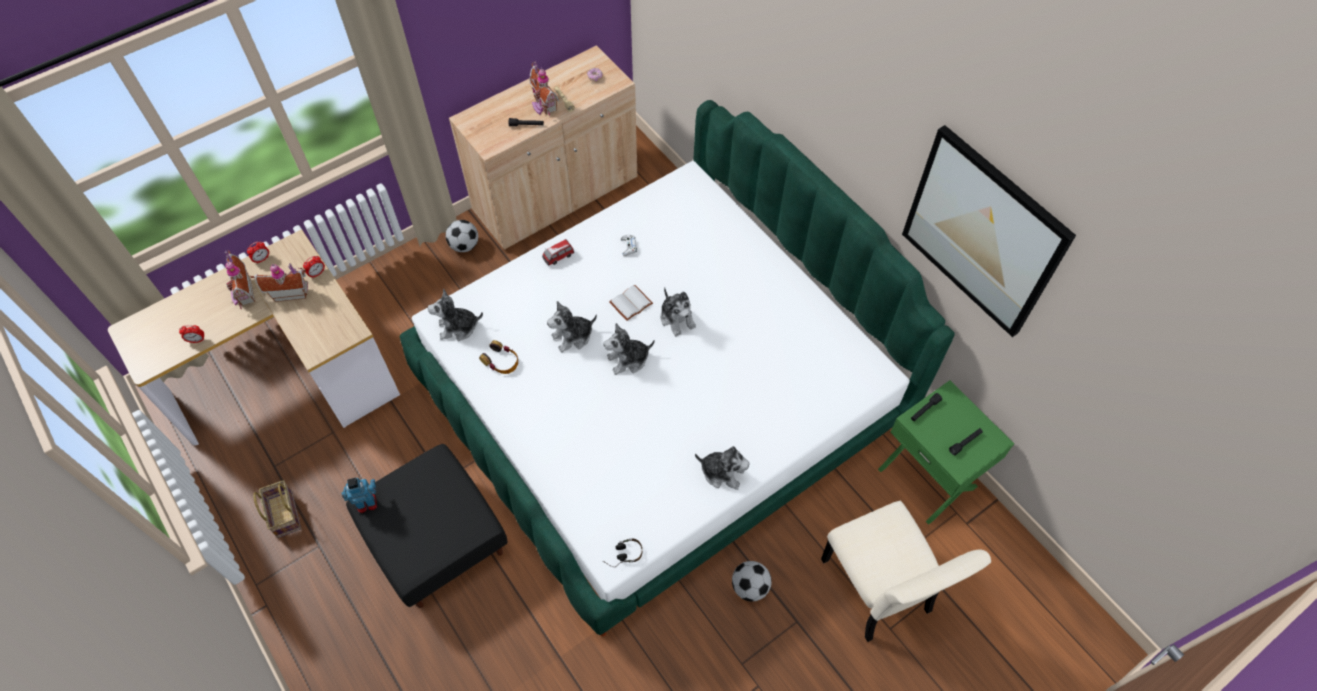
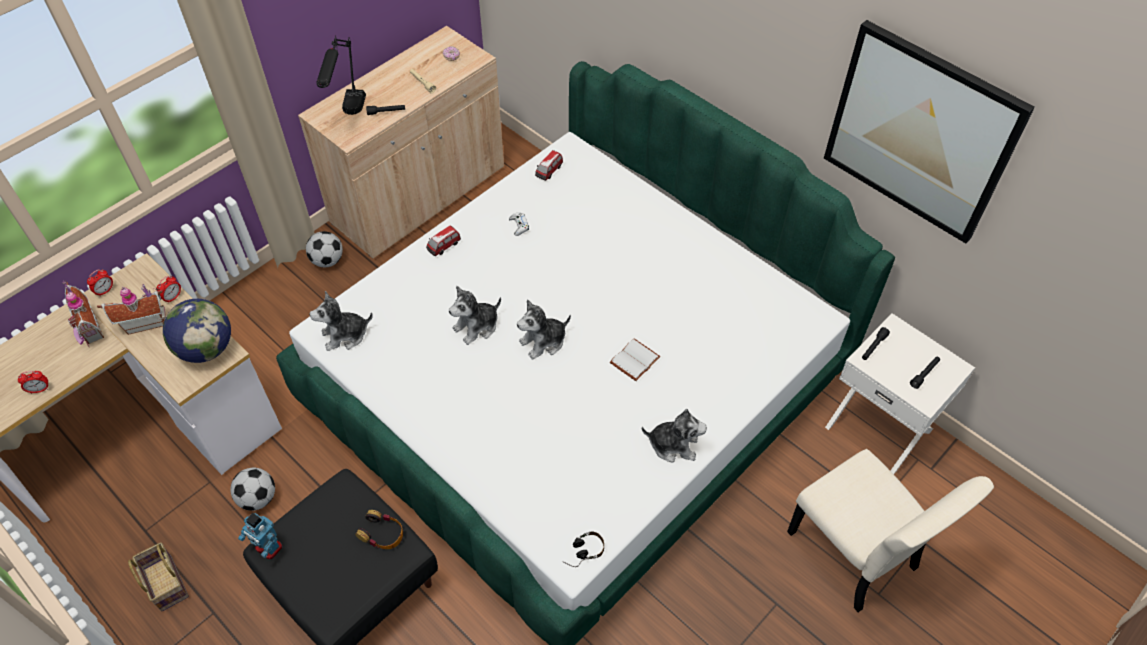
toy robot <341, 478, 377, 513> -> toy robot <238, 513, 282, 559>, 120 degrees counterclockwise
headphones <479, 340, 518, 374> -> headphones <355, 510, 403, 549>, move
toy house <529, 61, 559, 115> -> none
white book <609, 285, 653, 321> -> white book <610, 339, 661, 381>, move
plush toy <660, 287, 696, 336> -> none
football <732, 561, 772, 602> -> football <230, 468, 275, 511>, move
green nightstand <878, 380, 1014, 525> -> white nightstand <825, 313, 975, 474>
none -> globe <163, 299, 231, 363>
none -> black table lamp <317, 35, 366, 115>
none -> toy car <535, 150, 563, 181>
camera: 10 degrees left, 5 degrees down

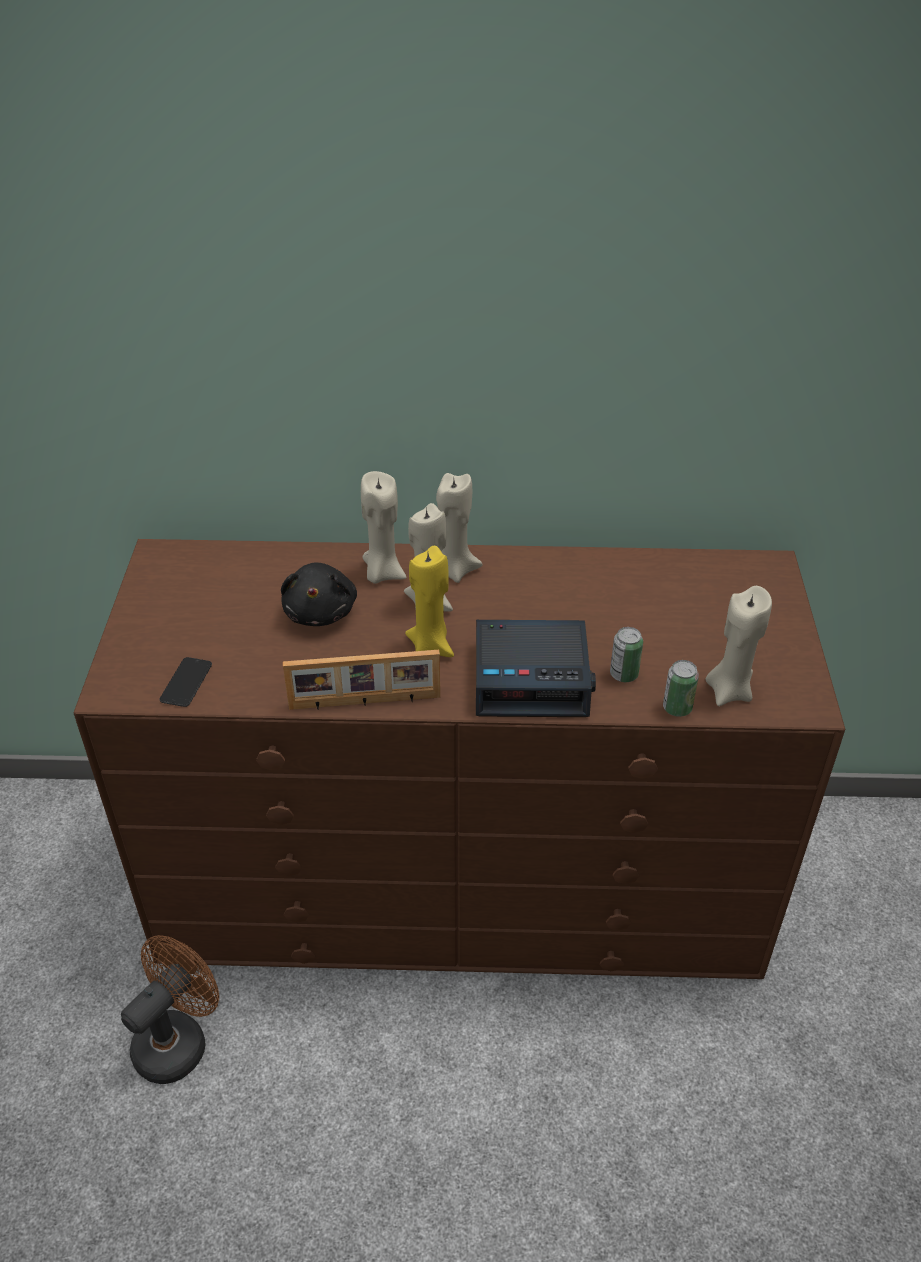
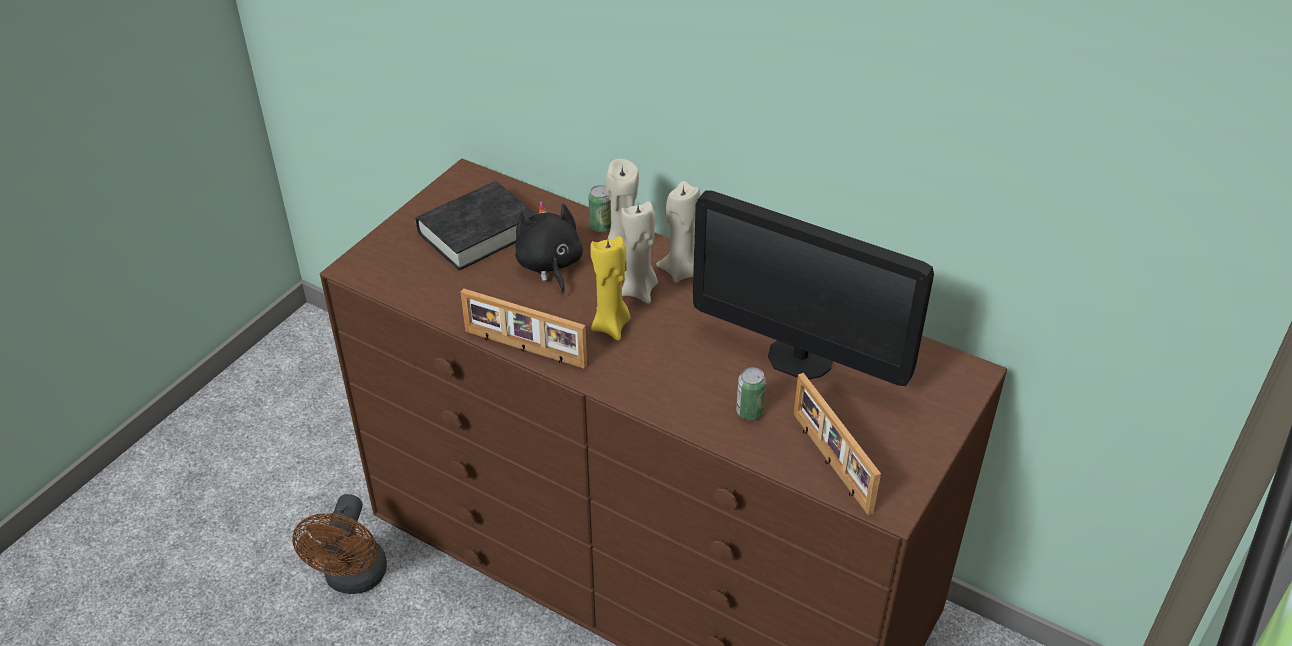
brown fan <121, 935, 219, 1084> -> brown fan <292, 494, 387, 594>, 120 degrees clockwise
phone <160, 657, 212, 707> -> none
black plush toy <281, 563, 357, 626> -> black plush toy <515, 201, 583, 294>, 135 degrees clockwise
alarm clock <476, 620, 596, 717> -> none
can <663, 660, 699, 717> -> can <588, 185, 611, 232>, move
beige candle <706, 586, 772, 706> -> picture frame <794, 373, 881, 516>
none -> black book <416, 181, 536, 270>
none -> monitor <693, 190, 934, 386>
camera: 30 degrees right, 0 degrees up

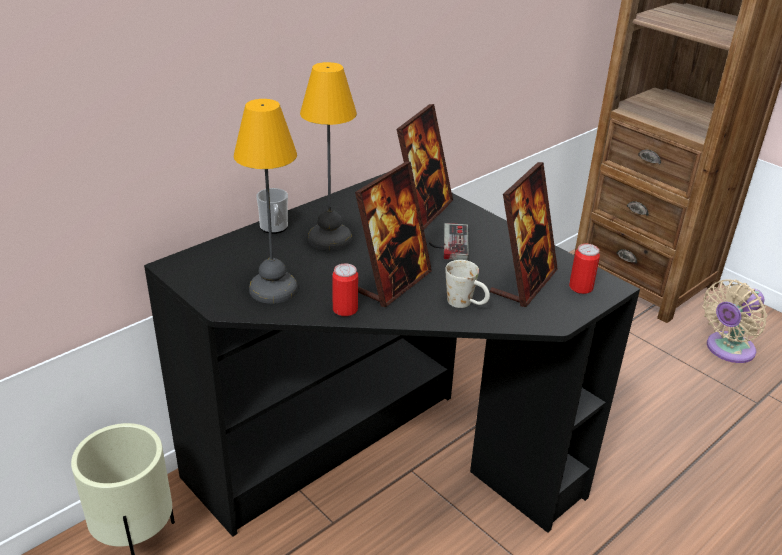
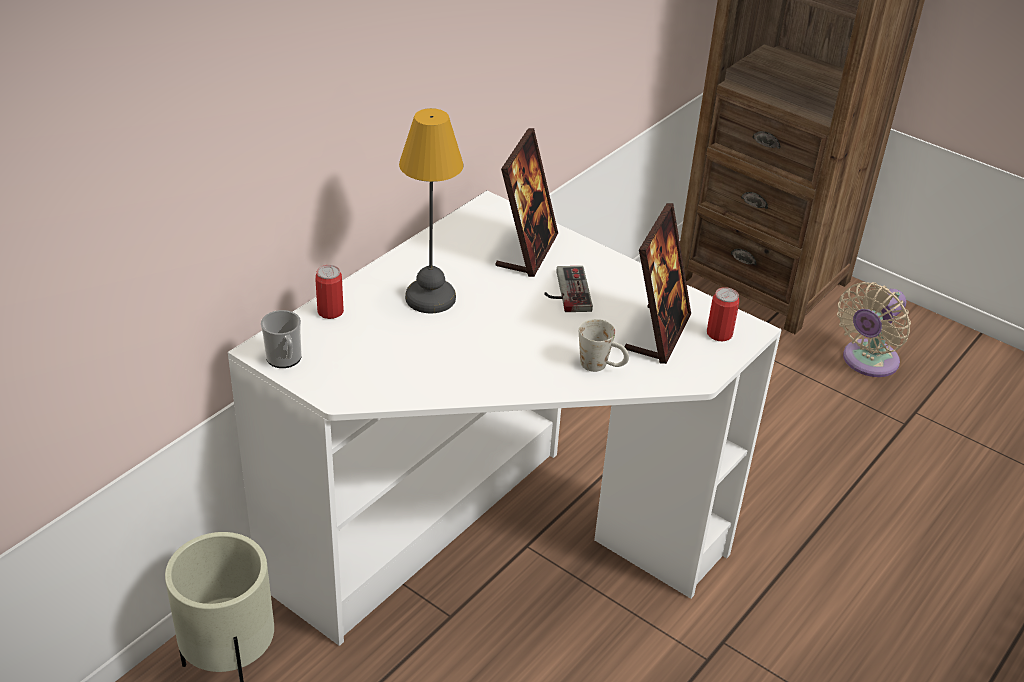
black desk <144, 172, 640, 537> -> white desk <228, 191, 782, 646>
table lamp <234, 99, 298, 304> -> none
mug <256, 188, 288, 234> -> mug <261, 310, 302, 368>, move
can <332, 264, 358, 316> -> can <315, 265, 344, 319>, move
picture frame <355, 162, 432, 307> -> none
camera: 10 degrees left, 5 degrees up

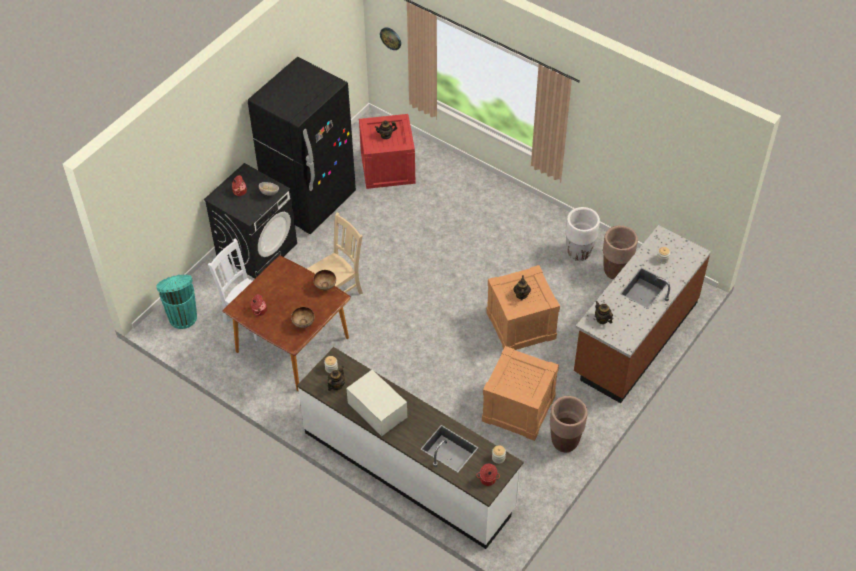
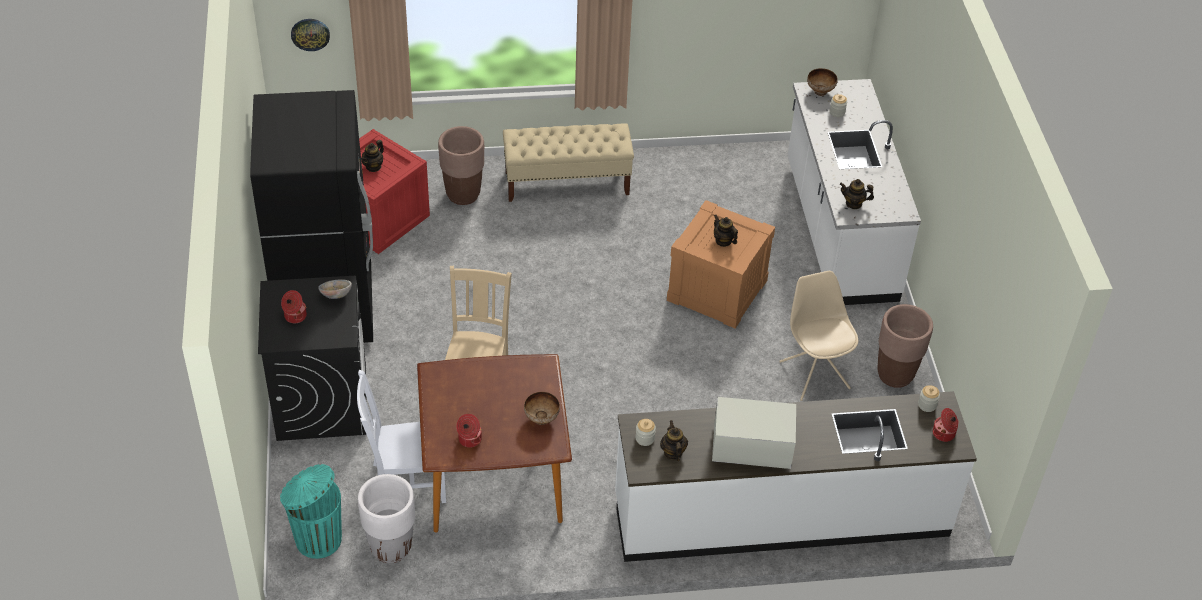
bowl <313, 270, 336, 291> -> bowl <807, 68, 838, 96>, move
crate <482, 346, 559, 441> -> beige chair <779, 271, 858, 401>
white planter <566, 207, 600, 261> -> white planter <358, 474, 415, 563>, move
brown counter <574, 225, 711, 403> -> white counter <788, 79, 921, 305>
brown planter <603, 225, 638, 279> -> brown planter <438, 126, 484, 205>, move
none -> beige bench <503, 123, 634, 202>
camera: 45 degrees left, 5 degrees down

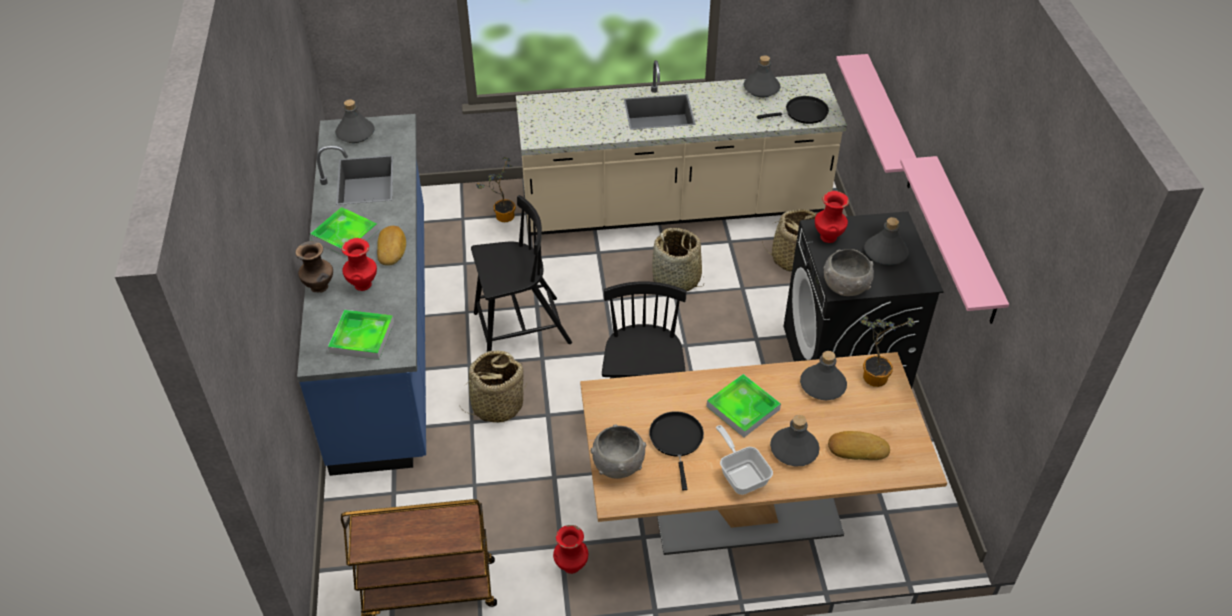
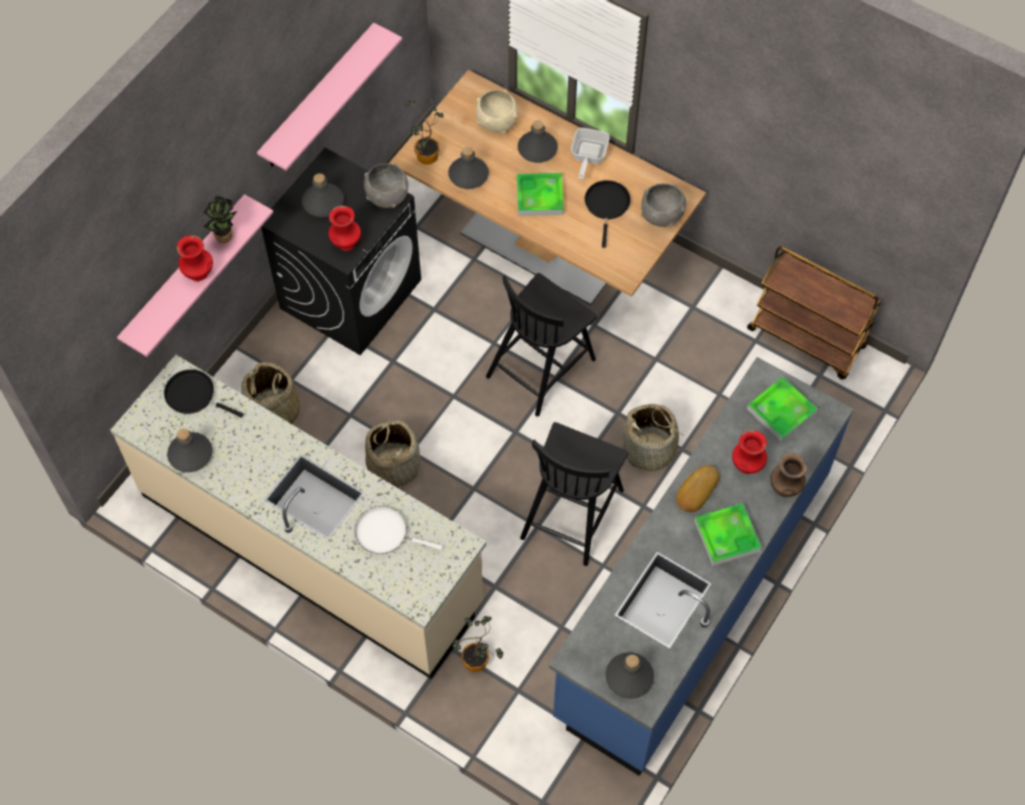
black chair <471, 195, 572, 352> -> black chair <520, 422, 629, 566>, 90 degrees counterclockwise
red vase <553, 525, 588, 574> -> red vase <177, 235, 213, 282>, move
black frying pan <649, 411, 704, 490> -> black frying pan <585, 180, 631, 248>, 150 degrees clockwise
bread <828, 431, 890, 460> -> beige bowl <476, 90, 518, 134>
none -> potted plant <203, 196, 237, 243>
none -> white frying pan <355, 506, 443, 554>
camera: 140 degrees left, 15 degrees up

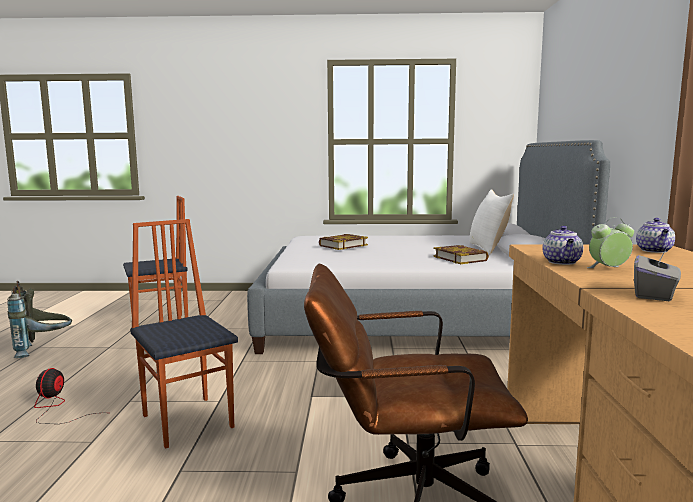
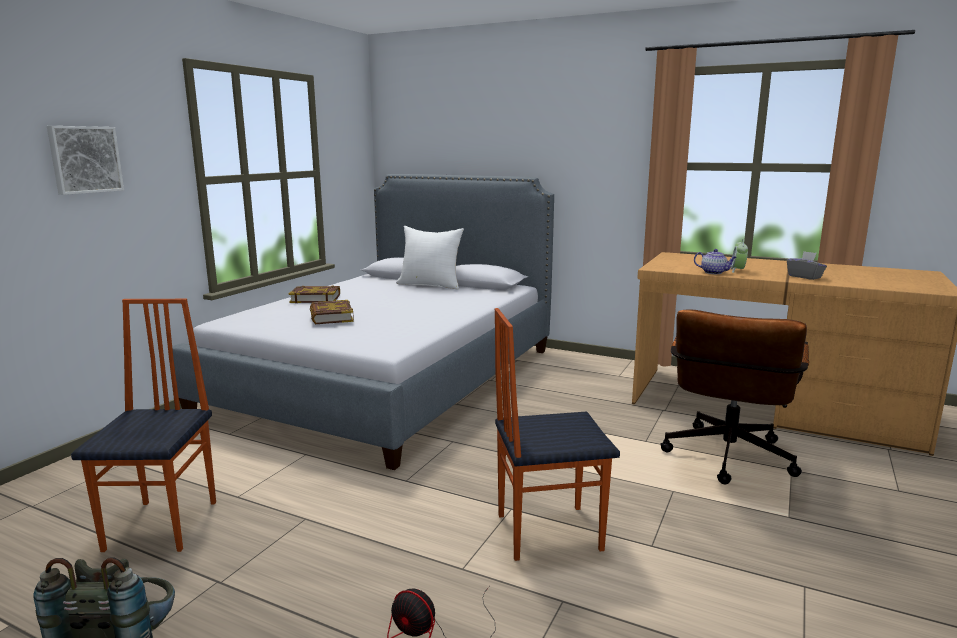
book <433, 245, 489, 264> -> book <288, 286, 340, 303>, move
teapot <636, 218, 675, 253> -> none
none -> picture <47, 126, 124, 195>
camera: 65 degrees left, 5 degrees up

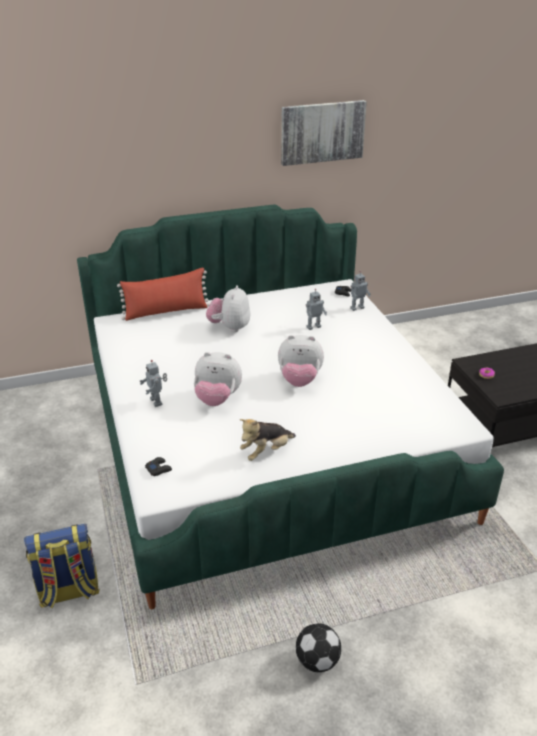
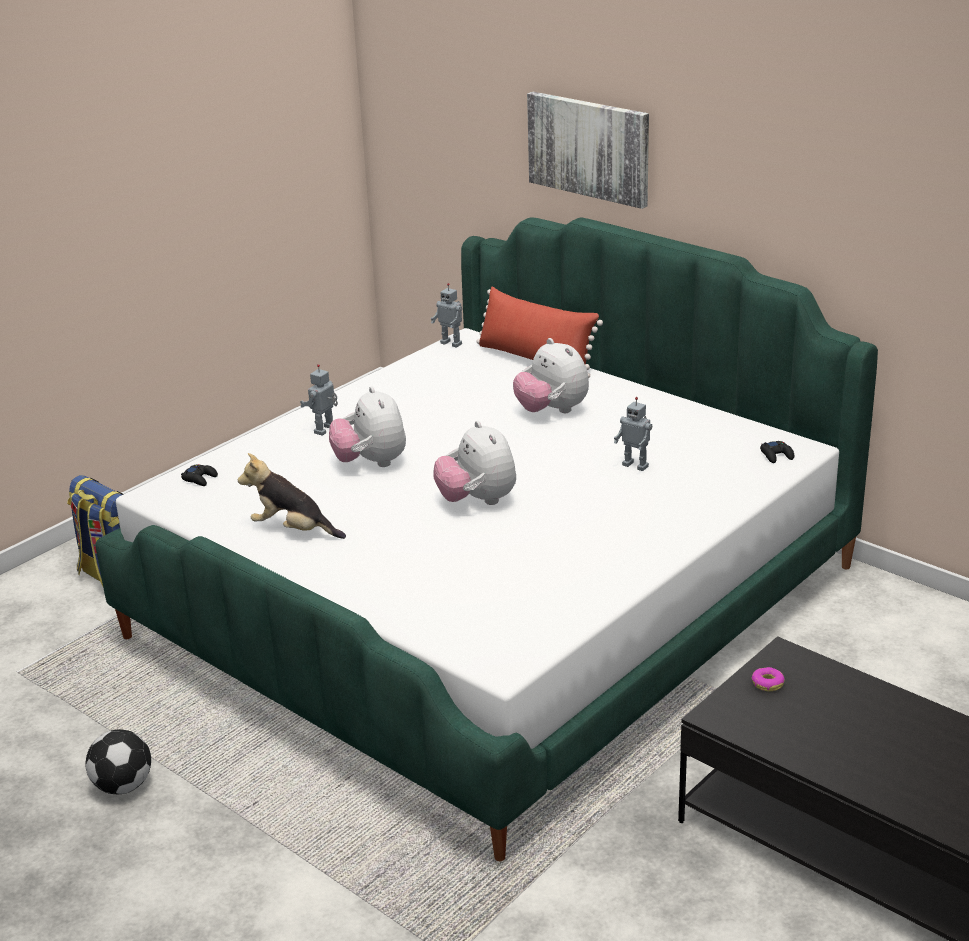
plush toy <206, 285, 250, 332> -> plush toy <513, 338, 589, 413>, 105 degrees counterclockwise
picture <281, 100, 367, 166> -> picture <527, 92, 649, 209>, move
toy robot <350, 271, 371, 311> -> toy robot <431, 283, 462, 348>, move
camera: 60 degrees right, 5 degrees down

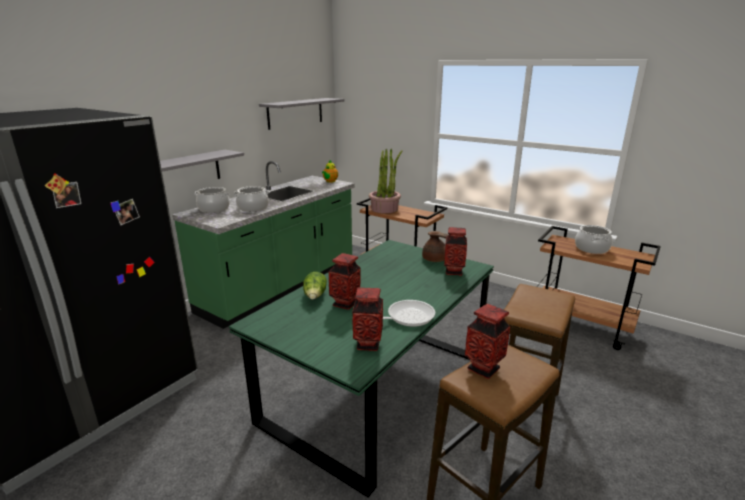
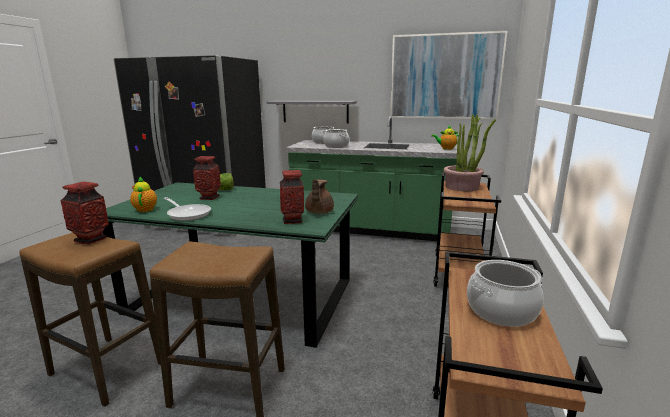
grey shelf <259, 98, 344, 130> -> picture <390, 31, 507, 119>
vase <352, 287, 383, 351> -> teapot <130, 176, 157, 212>
camera: 70 degrees right, 5 degrees down

